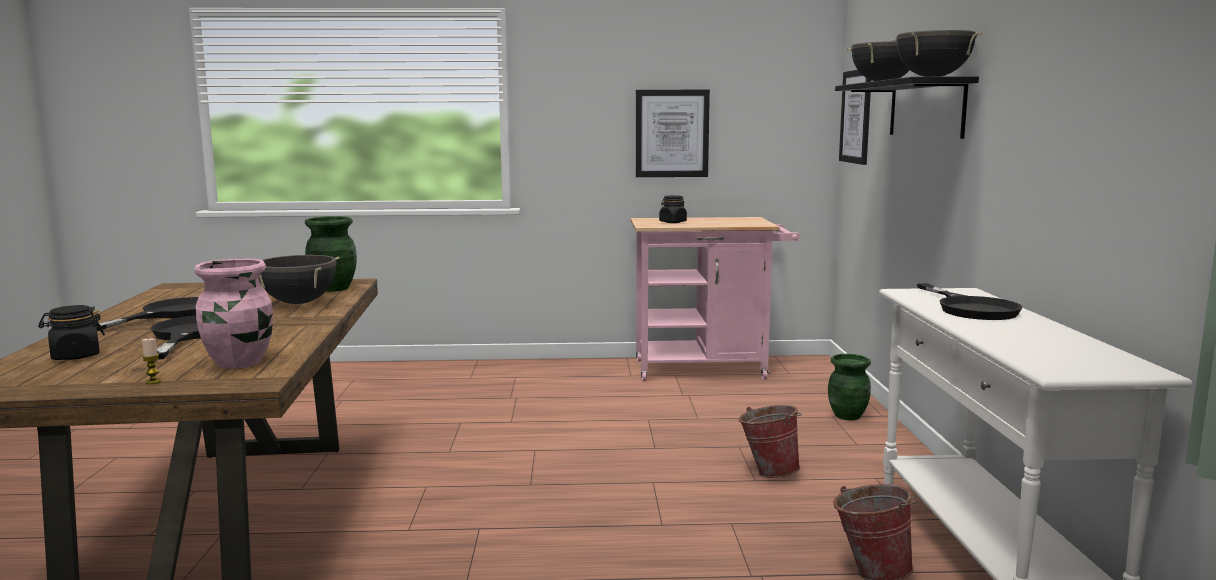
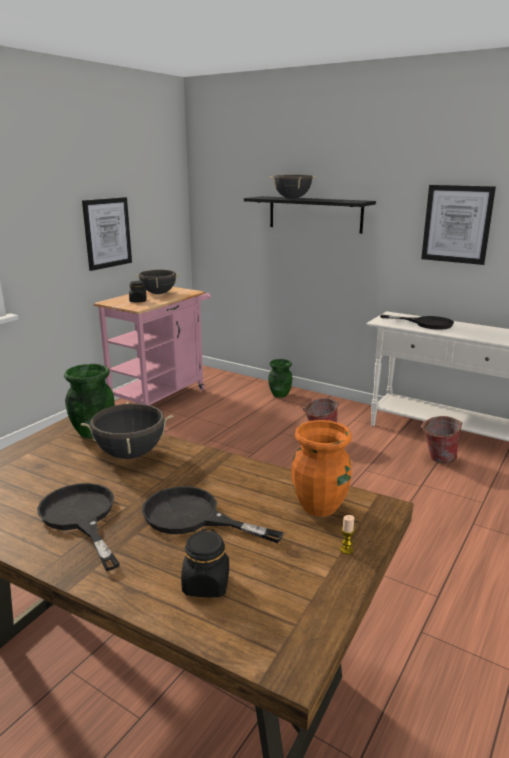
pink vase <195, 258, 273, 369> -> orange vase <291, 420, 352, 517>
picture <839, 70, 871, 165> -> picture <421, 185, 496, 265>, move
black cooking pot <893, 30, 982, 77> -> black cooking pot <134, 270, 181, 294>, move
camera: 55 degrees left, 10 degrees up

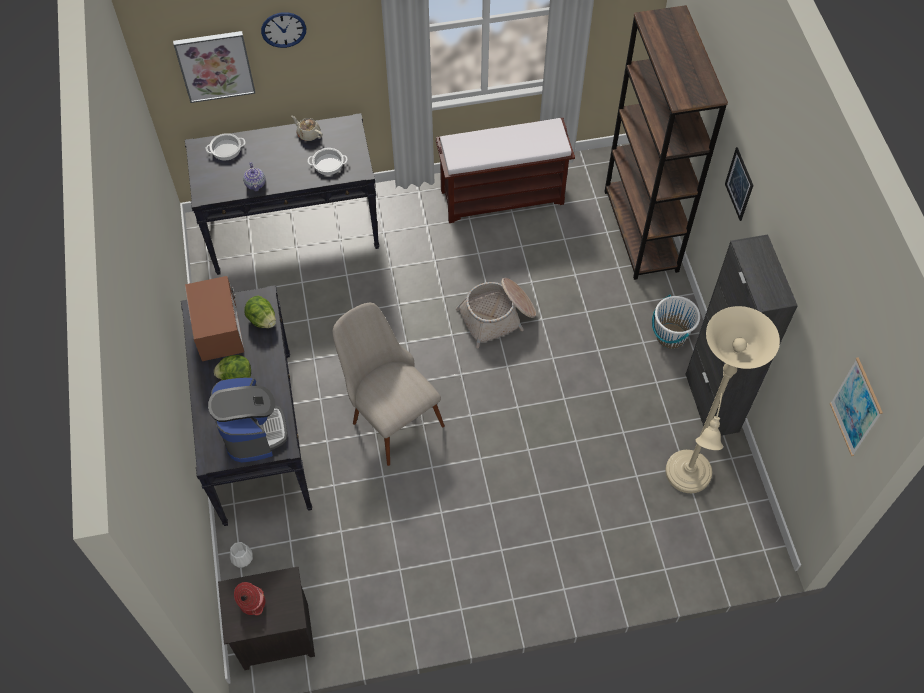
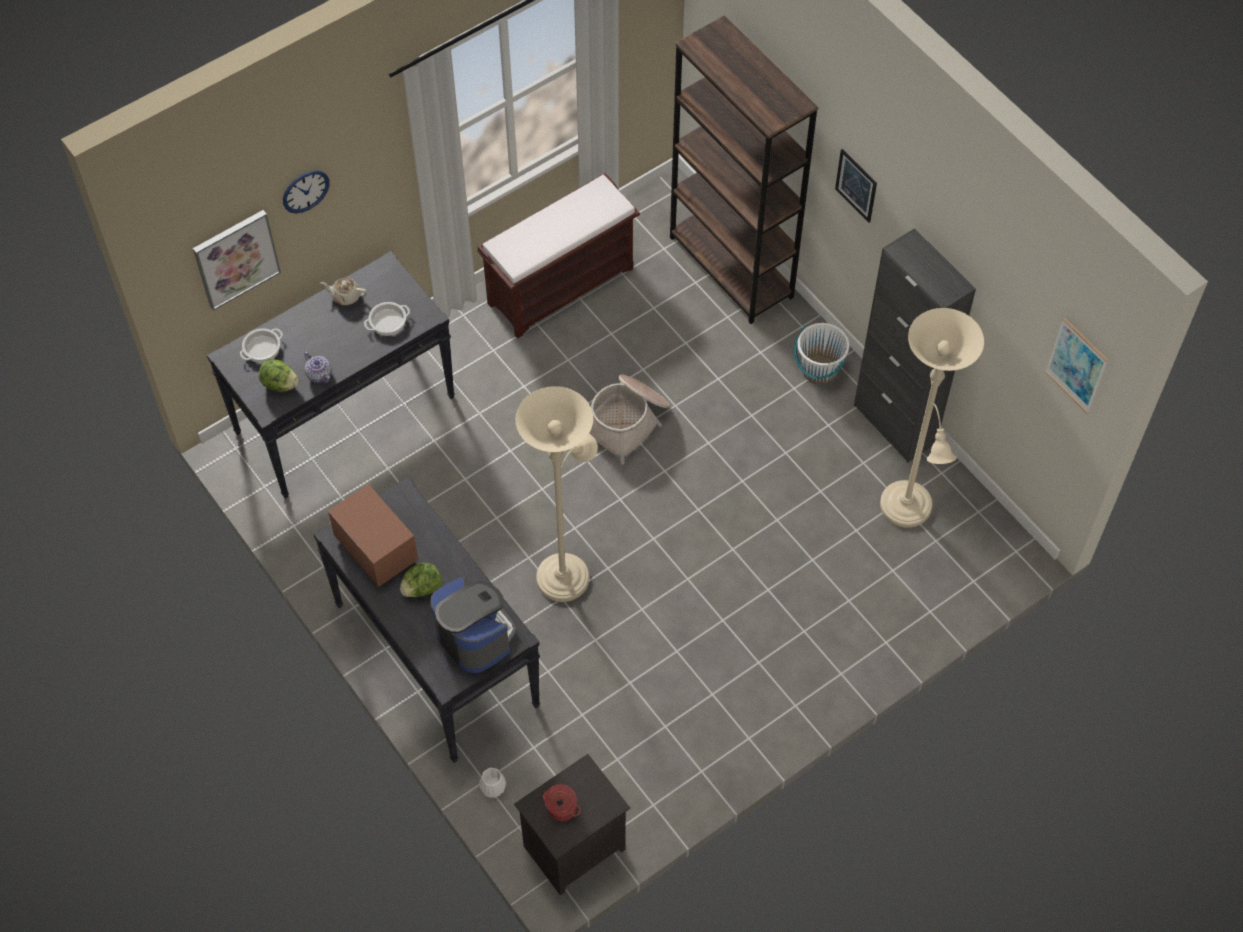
lettuce <244, 296, 276, 328> -> lettuce <259, 359, 299, 392>, move
beige chair <333, 303, 445, 466> -> beige floor lamp <515, 386, 598, 602>
camera: 25 degrees left, 0 degrees up

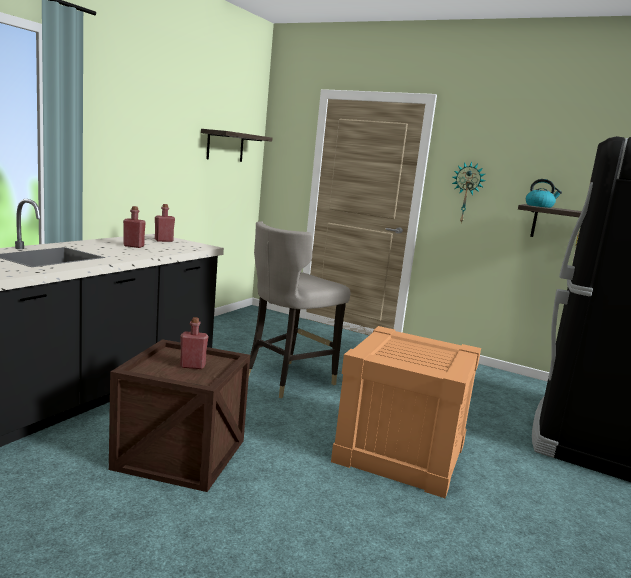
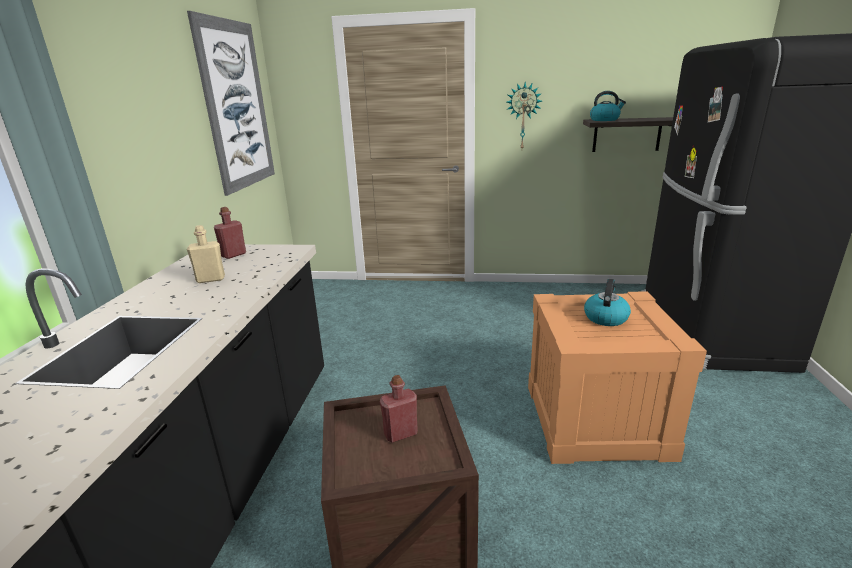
red bottle <123, 206, 146, 248> -> beige bottle <187, 225, 225, 283>
shelf <201, 129, 272, 162> -> picture <187, 11, 275, 196>
grey stool <249, 221, 350, 398> -> none
none -> kettle <584, 279, 631, 326>
camera: 20 degrees left, 10 degrees up

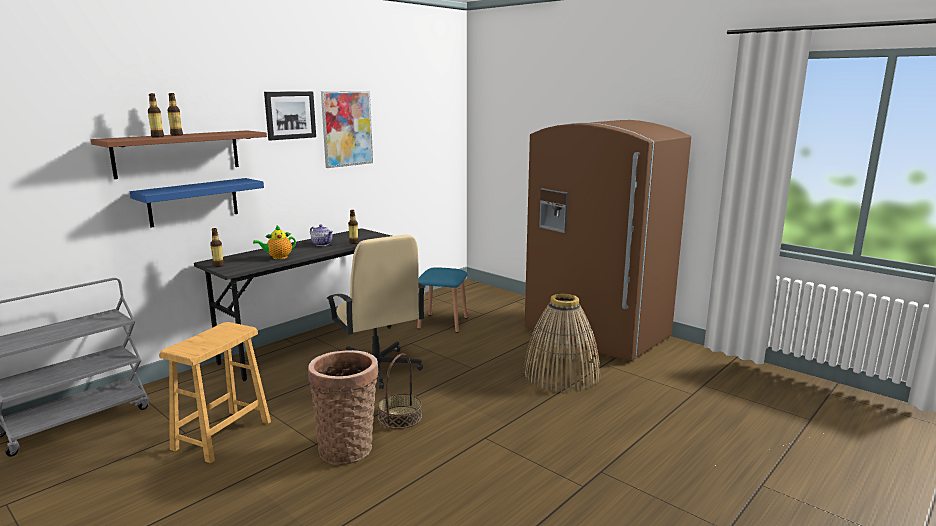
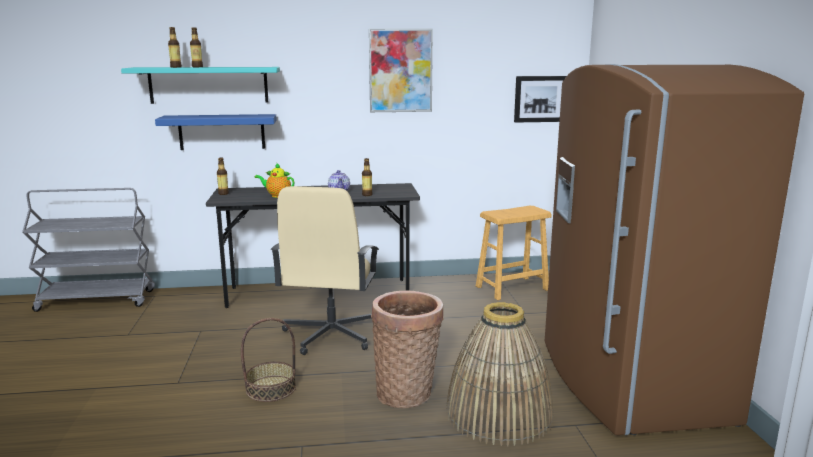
brown shelf <91, 130, 267, 179> -> turquoise shelf <121, 67, 280, 104>
brown stool <159, 322, 271, 463> -> brown stool <476, 206, 552, 300>, move
picture <264, 91, 316, 141> -> picture <514, 76, 566, 123>, move
basket <308, 350, 378, 465> -> basket <371, 291, 444, 408>, move
blue stool <417, 267, 468, 333> -> none
camera: 40 degrees right, 0 degrees up

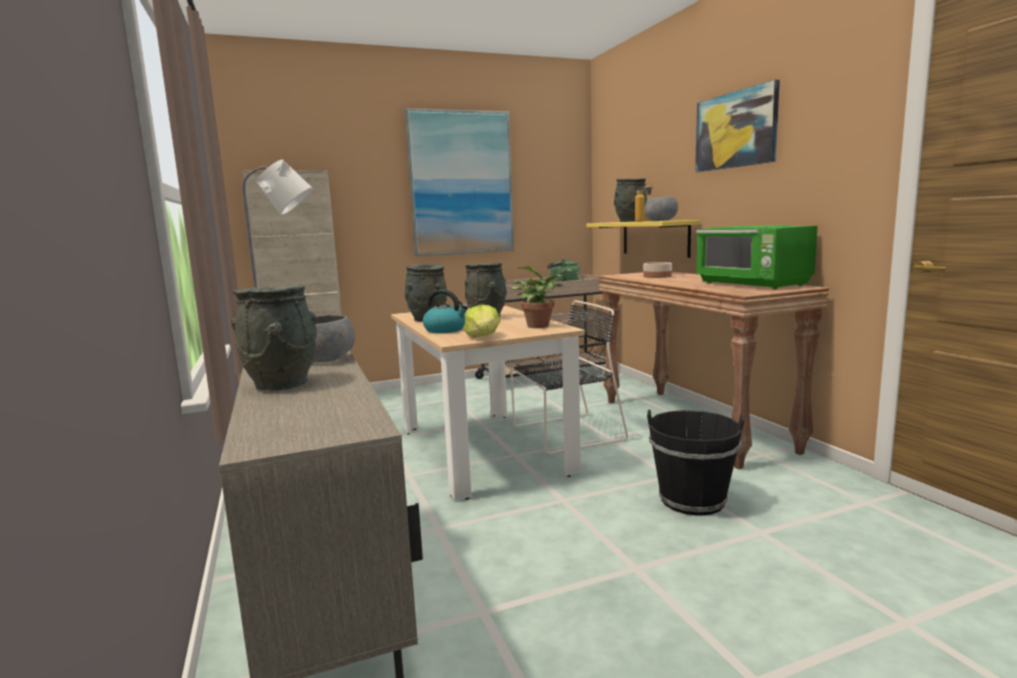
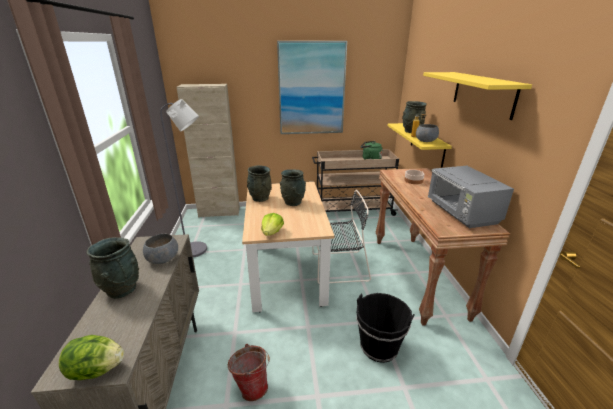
kettle <423, 290, 468, 333> -> none
potted plant <511, 266, 572, 328> -> none
picture <695, 79, 780, 172> -> yellow shelf <423, 72, 532, 120>
green microwave <696, 225, 818, 289> -> grey microwave <428, 166, 514, 228>
none -> lettuce <59, 335, 124, 380>
none -> bucket <228, 344, 270, 401>
camera: 15 degrees right, 15 degrees up

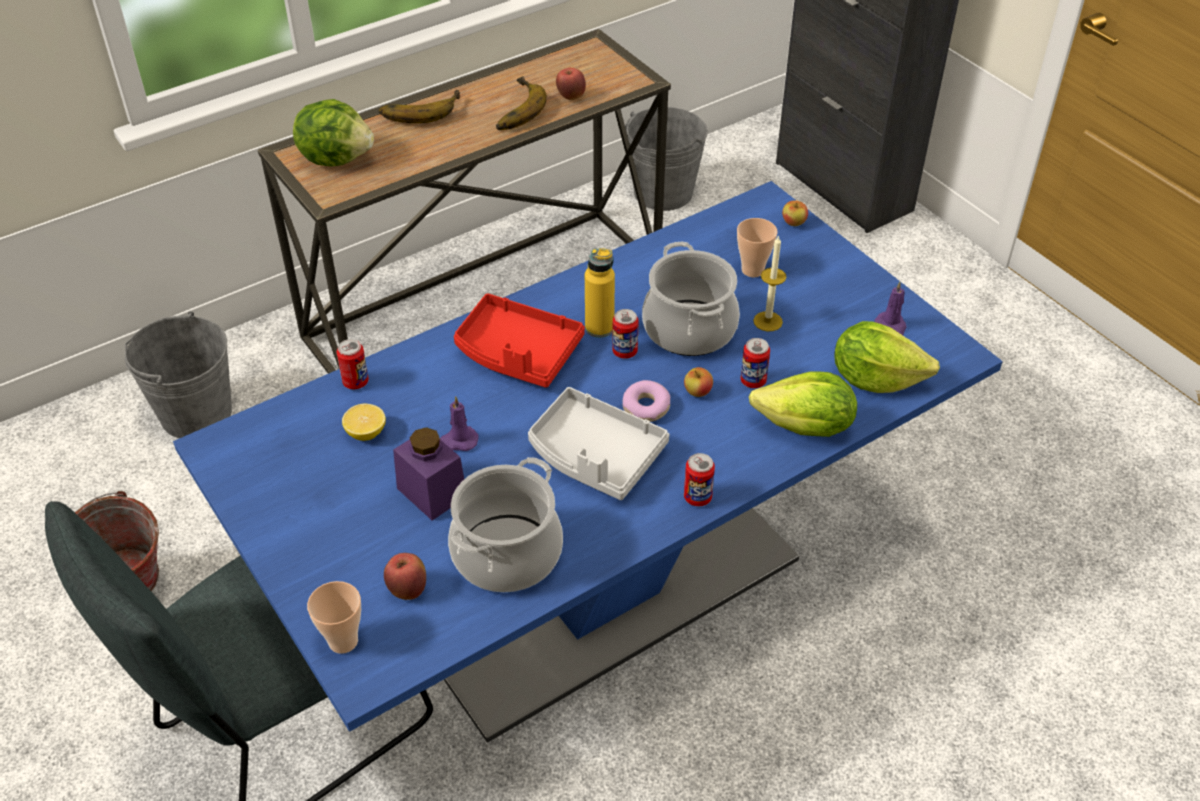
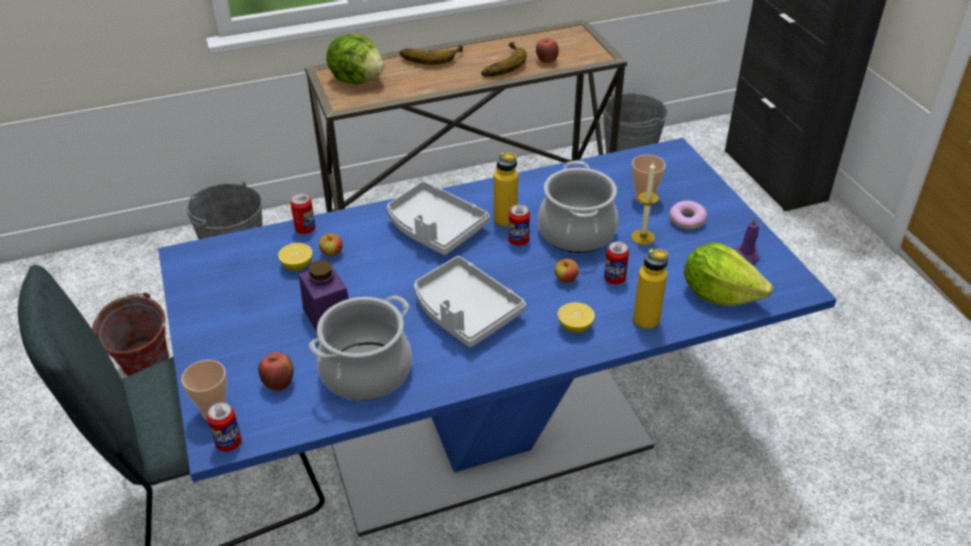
purple candle <440, 396, 479, 451> -> none
red tray <454, 293, 585, 388> -> grey tray <386, 181, 490, 255>
donut <623, 380, 670, 422> -> donut <669, 201, 707, 230>, move
can <684, 453, 715, 506> -> can <207, 402, 242, 452>, move
lettuce <749, 372, 857, 437> -> yellow bottle <633, 249, 668, 330>
apple <782, 200, 808, 226> -> apple <319, 233, 343, 257>, move
none -> lemon <558, 302, 595, 333>
camera: 15 degrees right, 5 degrees down

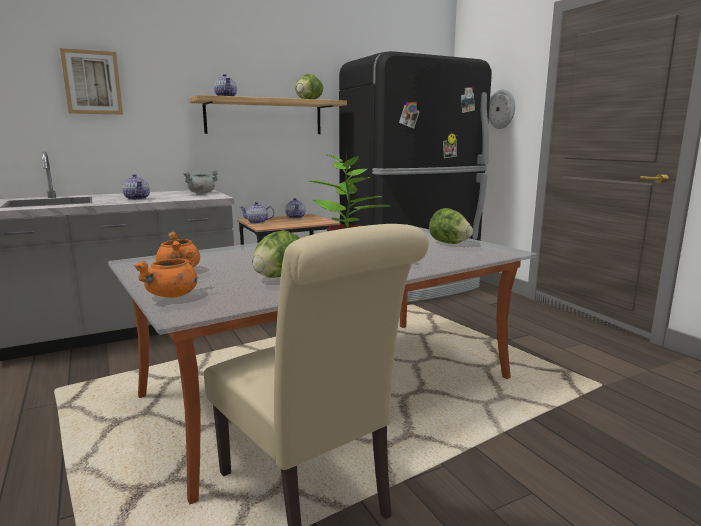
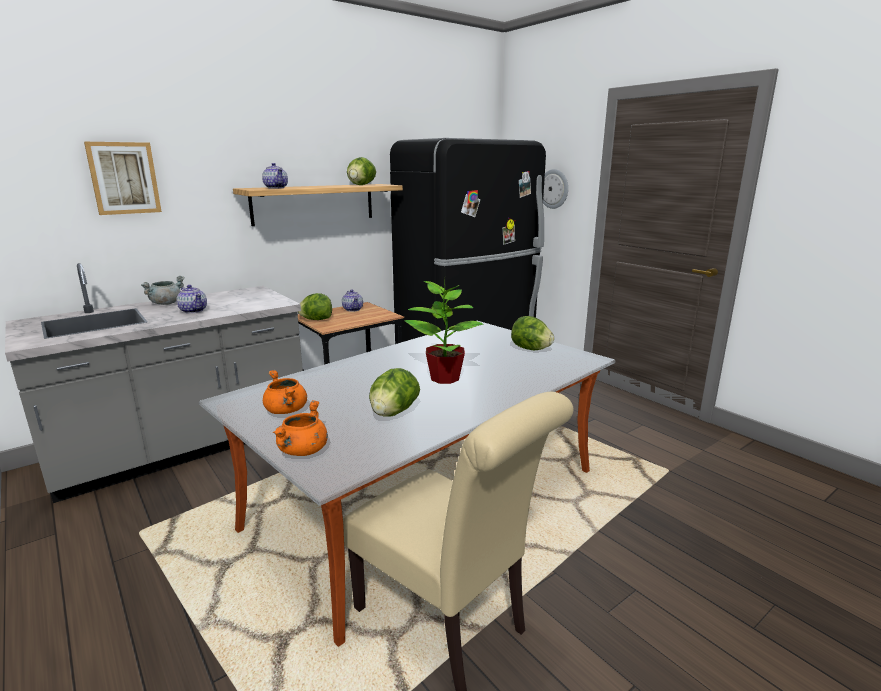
grey cooking pot <183, 170, 219, 194> -> grey cooking pot <141, 276, 185, 305>, move
teapot <240, 202, 274, 224> -> lettuce <297, 293, 332, 320>
camera: 10 degrees left, 5 degrees up

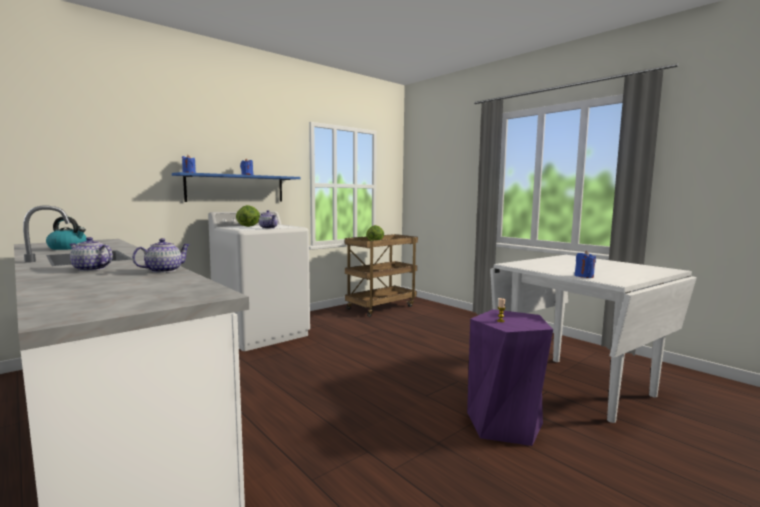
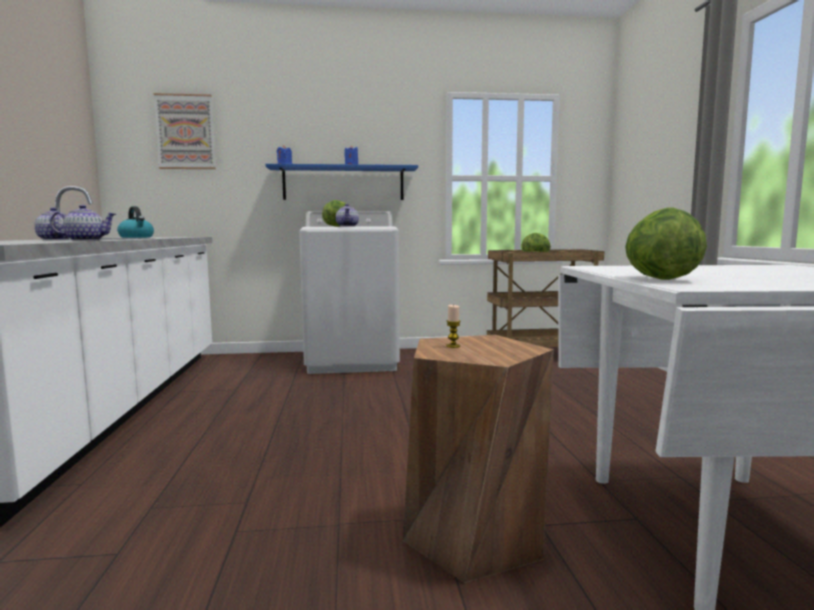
purple stool <467, 309, 553, 446> -> brown stool <403, 335, 554, 583>
blue candle <575, 251, 596, 278> -> lettuce <625, 208, 707, 280>
none -> picture <153, 93, 216, 169>
camera: 35 degrees right, 0 degrees up

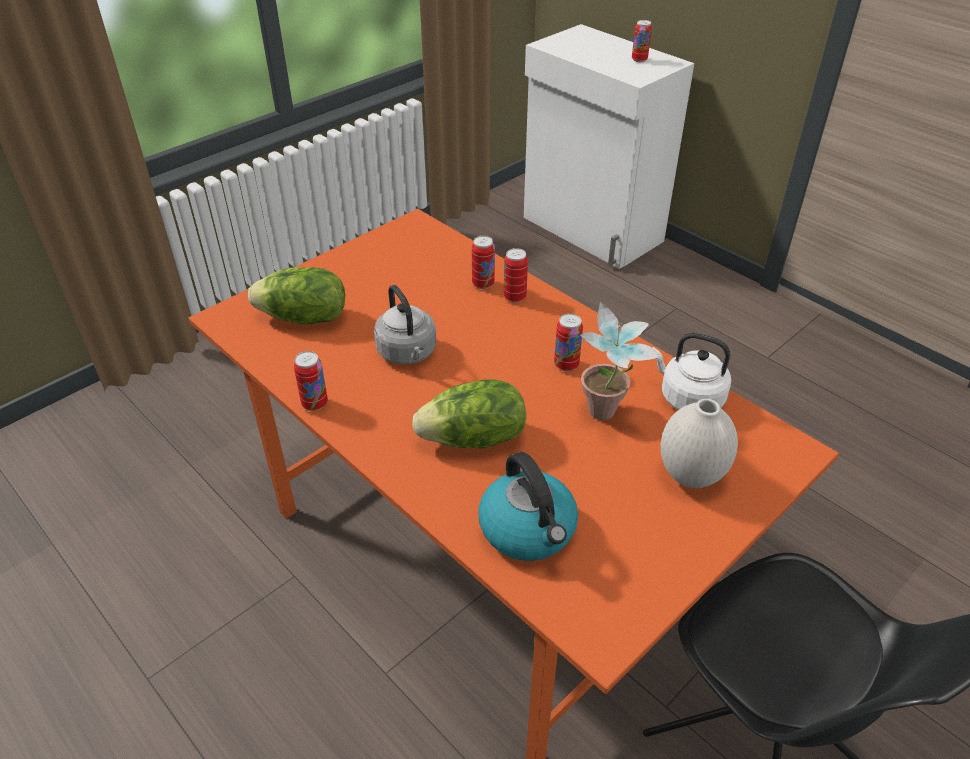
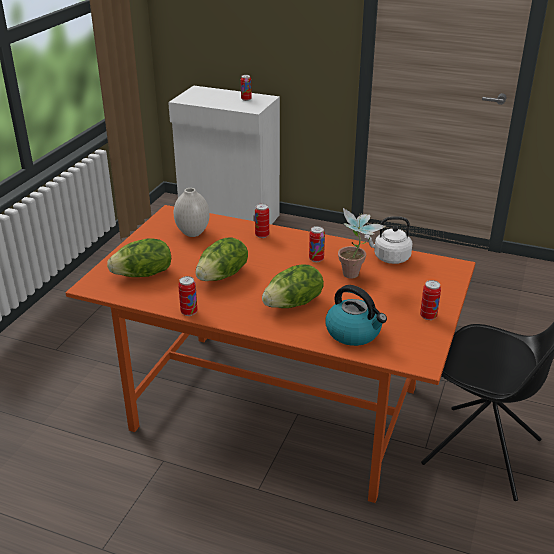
grey kettle <374, 285, 436, 364> -> lettuce <195, 237, 248, 281>
can <472, 236, 495, 289> -> can <420, 280, 441, 320>, move
white vase <661, 399, 738, 488> -> white vase <174, 188, 210, 237>, move
camera: 25 degrees left, 10 degrees down

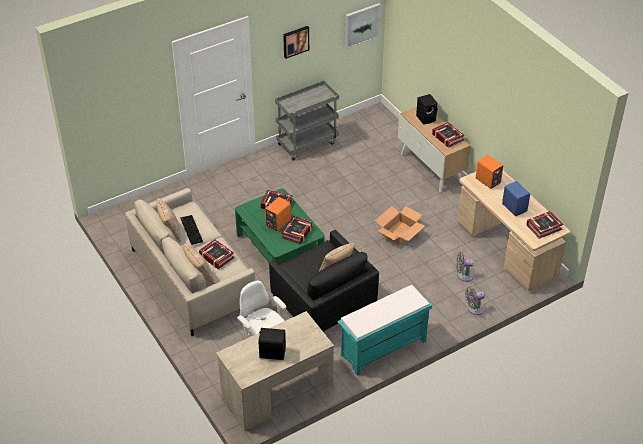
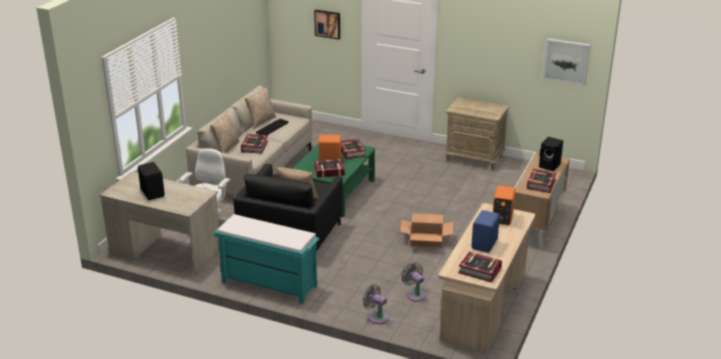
grey cart <275, 80, 339, 161> -> beige nightstand <444, 98, 509, 170>
picture <283, 26, 309, 59> -> picture <314, 10, 340, 40>, move
camera: 55 degrees right, 15 degrees down

